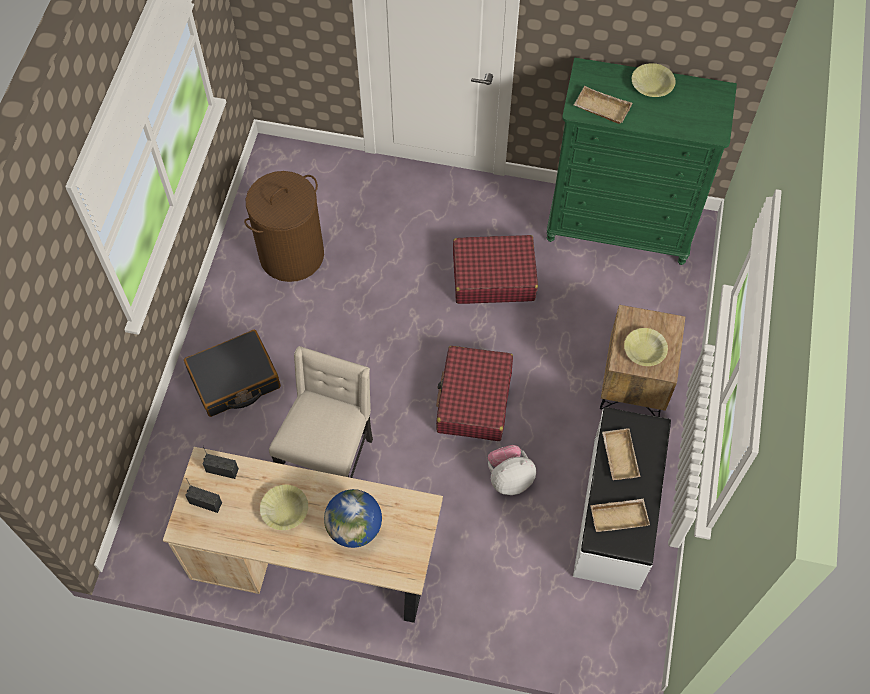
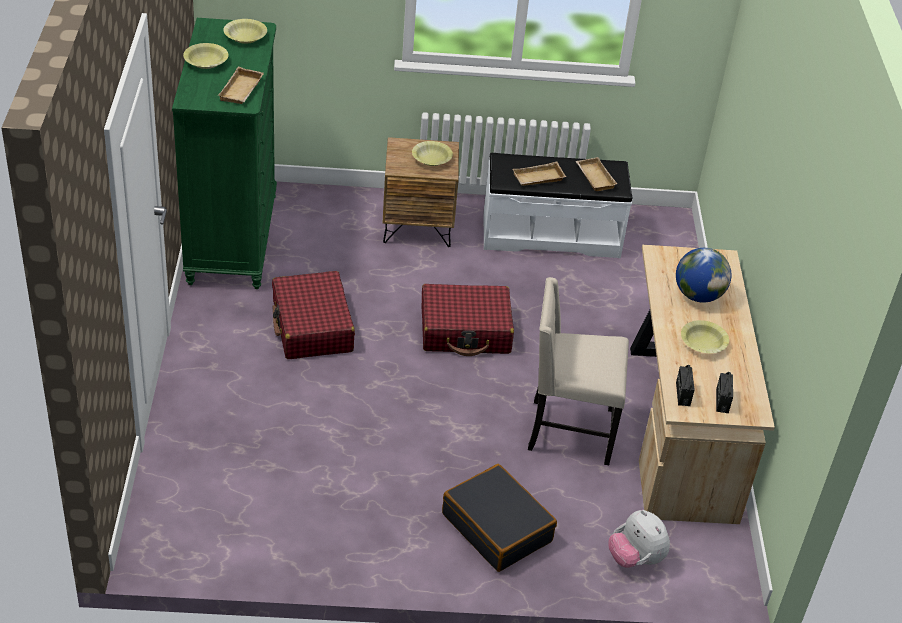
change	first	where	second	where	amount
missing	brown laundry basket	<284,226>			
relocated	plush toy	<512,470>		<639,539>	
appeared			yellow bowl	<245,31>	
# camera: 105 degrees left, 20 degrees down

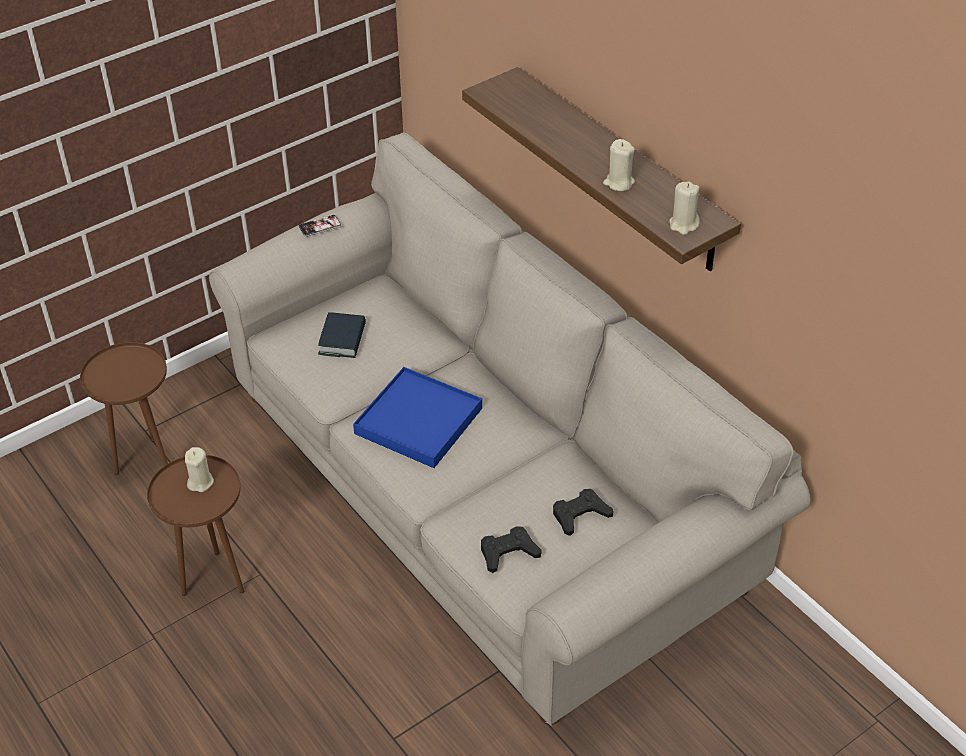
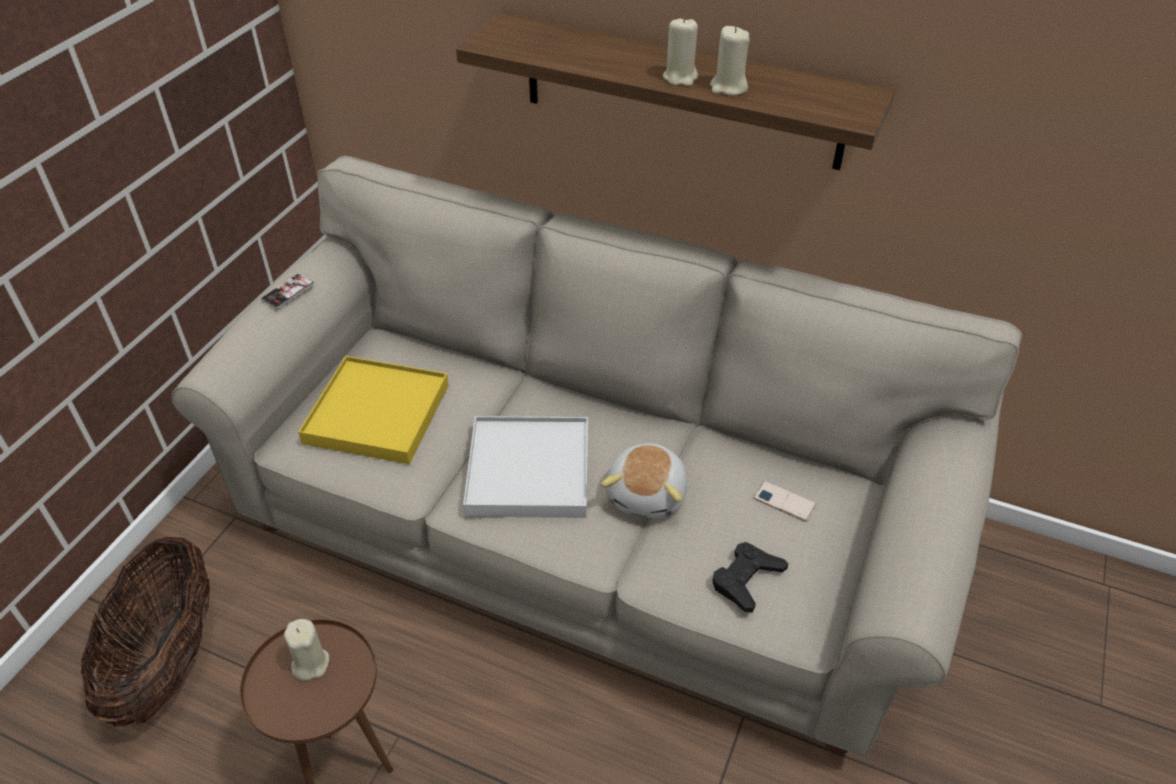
change	first	where	second	where	amount
exchanged	brown side table	<124,408>	basket	<145,631>	
exchanged	book	<342,335>	yellow tray	<373,410>	
colour	blue tray	<417,417>	white tray	<525,467>	
exchanged	black game controller	<583,512>	phone	<785,501>	
relocated	beige candle	<684,208>		<680,51>	
appeared			plush toy	<644,480>	
# camera: 30 degrees left, 0 degrees up

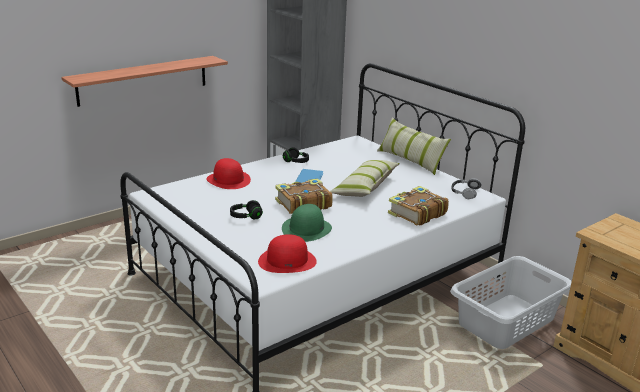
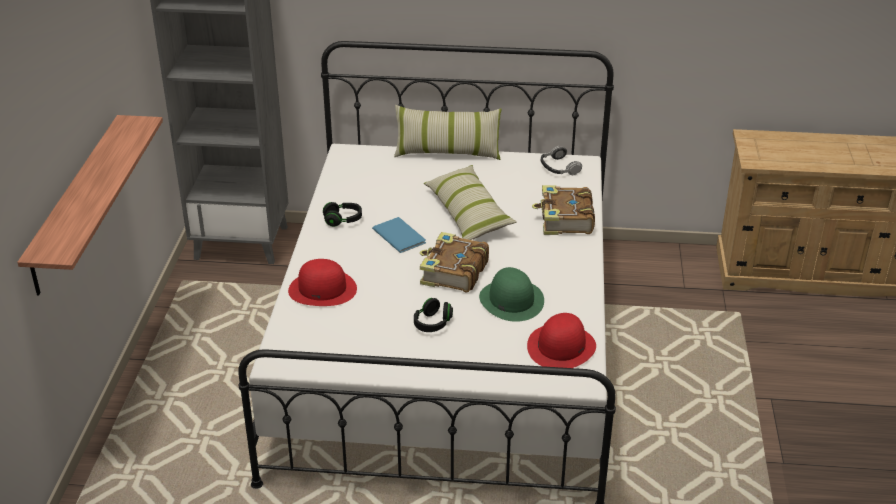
change	first	where	second	where	amount
missing	grey laundry basket	<511,302>			
# camera: 45 degrees left, 10 degrees up

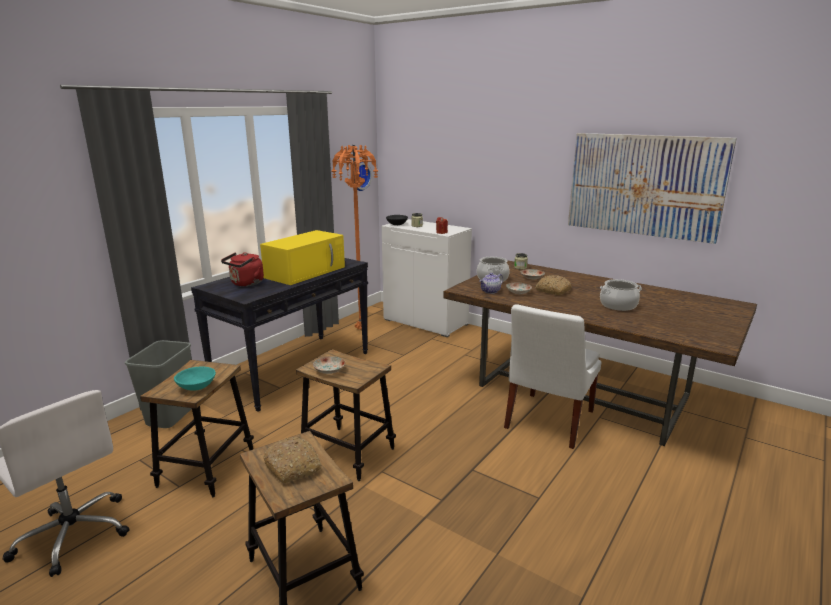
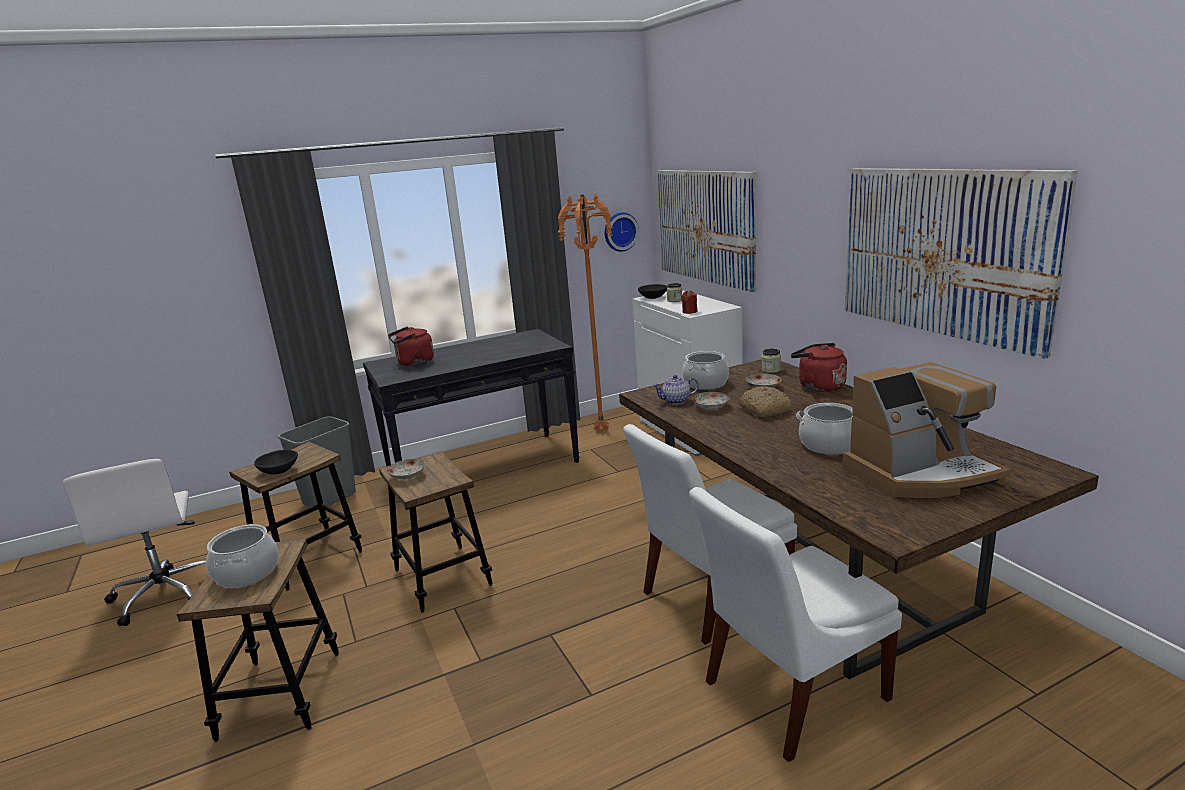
change	first	where	second	where	amount
colour	turquoise bowl	<195,379>	black bowl	<276,462>	
missing	yellow microwave	<302,257>			
exchanged	bread	<292,460>	cooking pot	<242,556>	
appeared			picture	<706,231>	
appeared			white chair	<795,624>	
appeared			red kettle	<819,367>	
appeared			coffee machine	<927,430>	
# camera: 30 degrees right, 0 degrees up

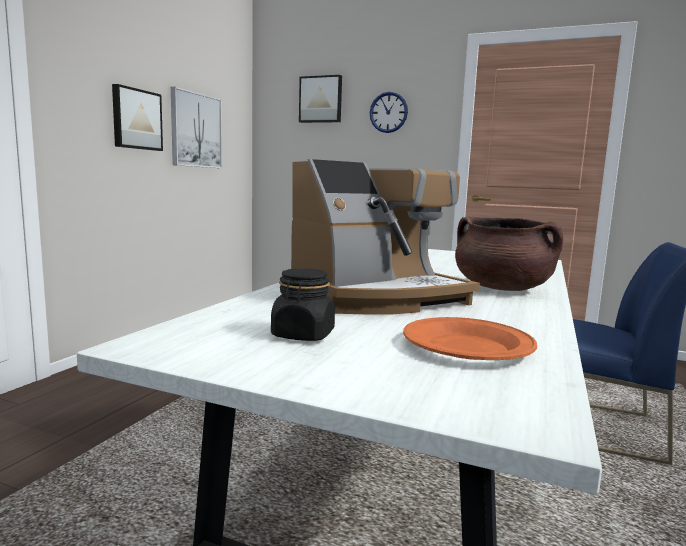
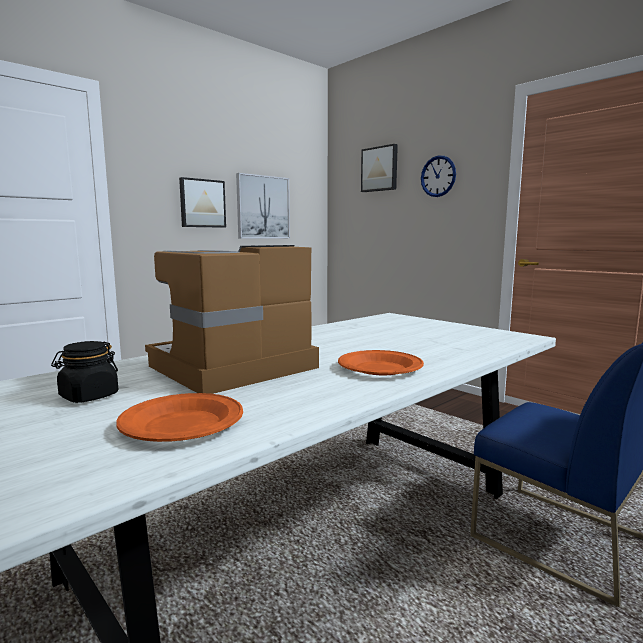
change	first	where	second	where	amount
spun	coffee machine	<381,236>		<232,319>	150 degrees clockwise
exchanged	brown cooking pot	<509,253>	orange plate	<381,362>	
# camera: 25 degrees right, 0 degrees up

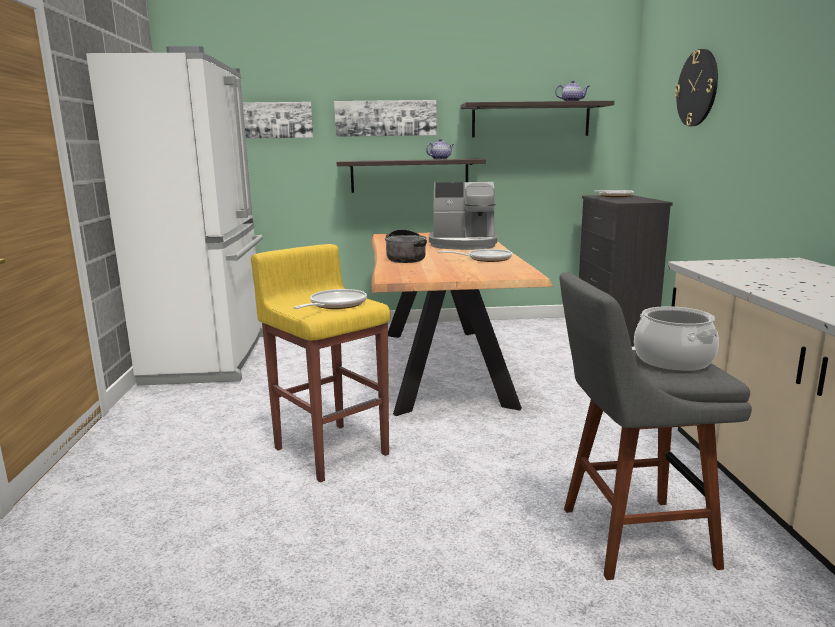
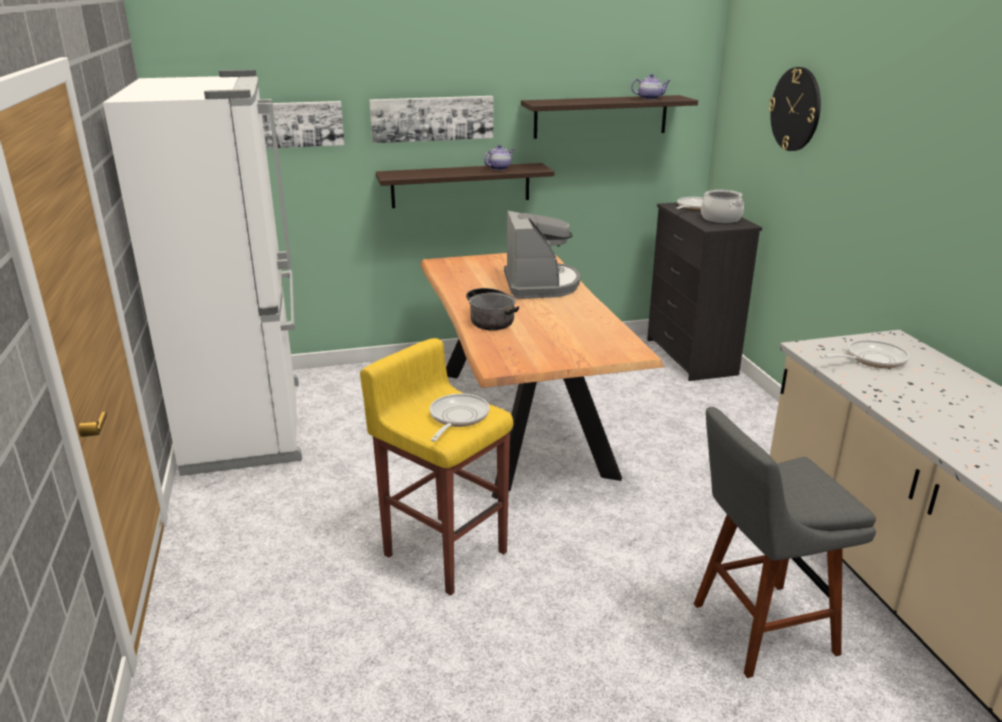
change	first	where	second	where	amount
spun	coffee machine	<463,216>		<542,255>	90 degrees counterclockwise
relocated	frying pan	<474,255>		<864,354>	
relocated	cooking pot	<676,338>		<722,206>	
# camera: 10 degrees left, 10 degrees up

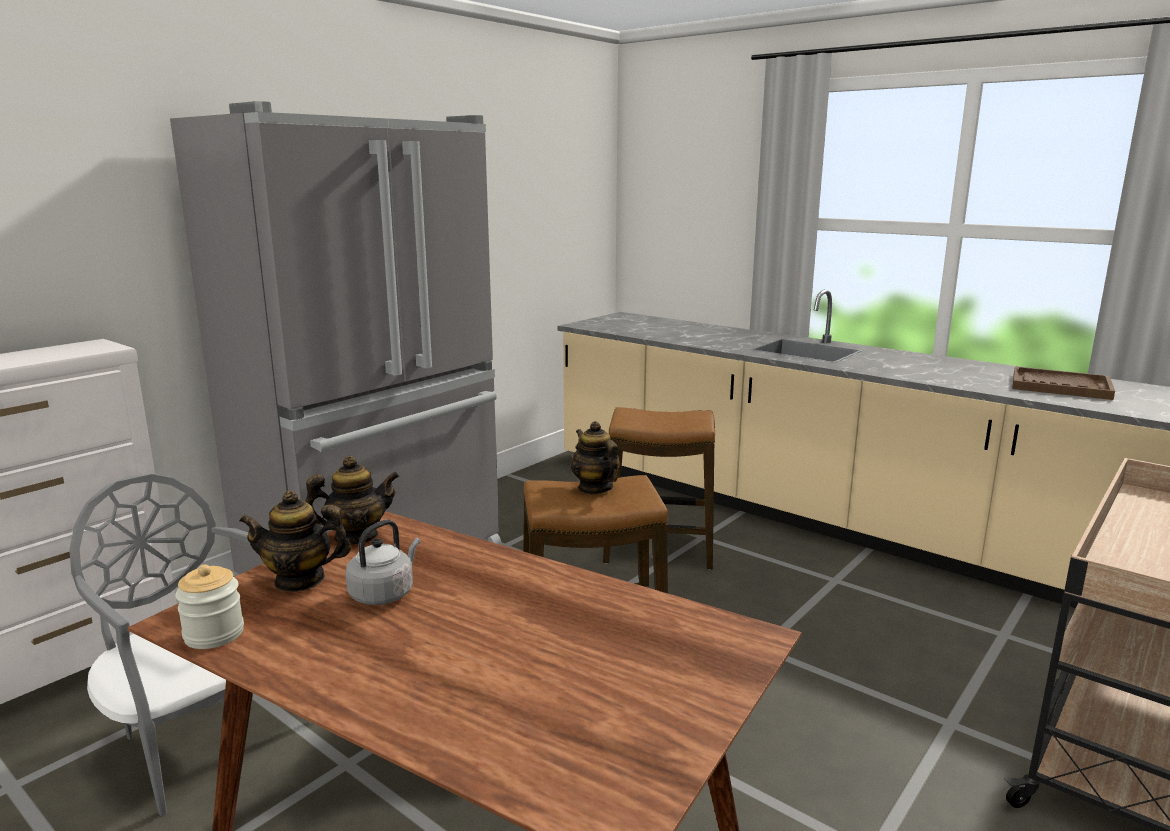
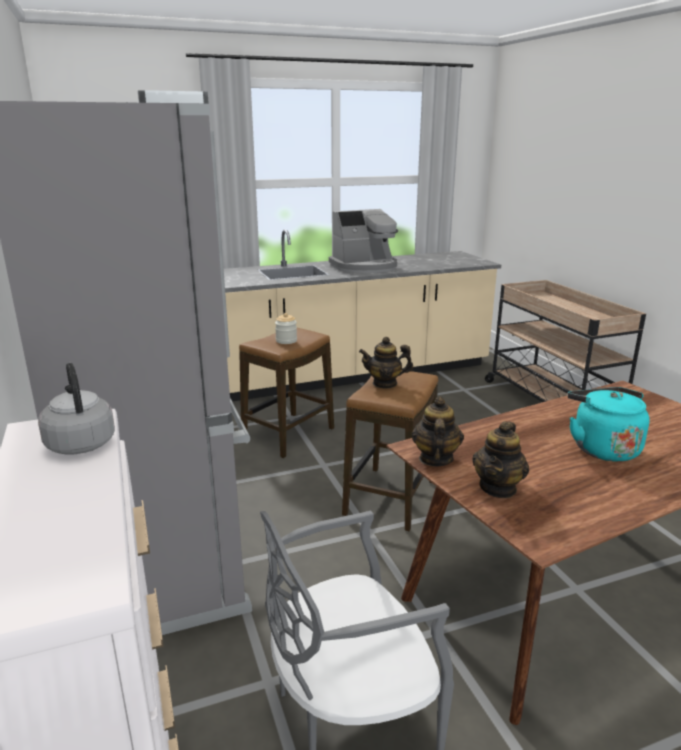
change	first	where	second	where	amount
relocated	jar	<209,606>		<286,328>	
relocated	grey kettle	<383,562>		<76,408>	
missing	brown tray	<1063,383>			
appeared			coffee machine	<363,241>	
appeared			turquoise kettle	<608,424>	
# camera: 60 degrees left, 5 degrees up

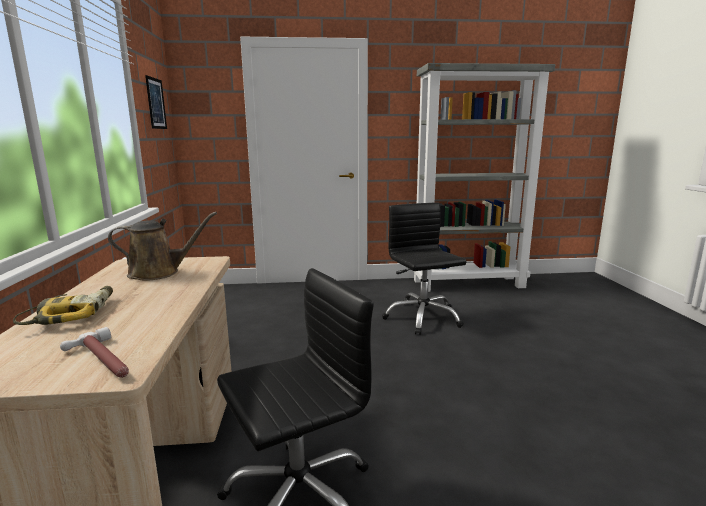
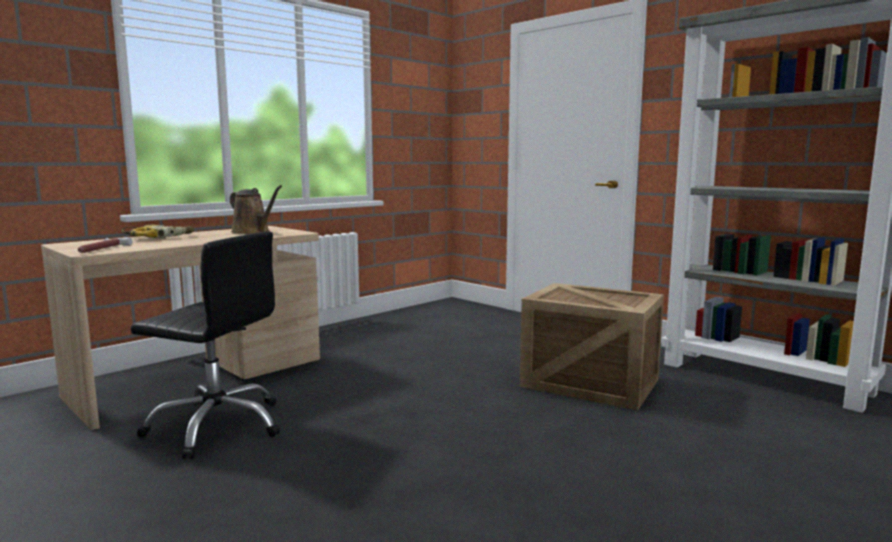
change	first	where	second	where	amount
missing	picture	<156,102>			
exchanged	black office chair	<424,268>	crate	<592,346>	
# camera: 50 degrees right, 5 degrees down

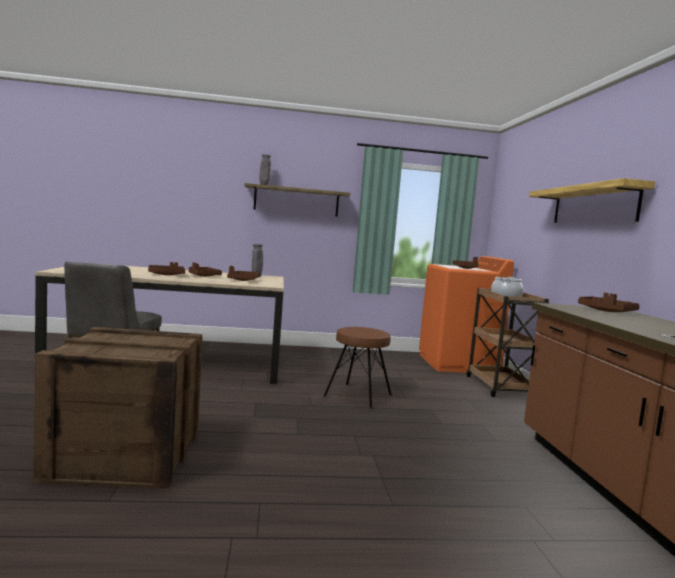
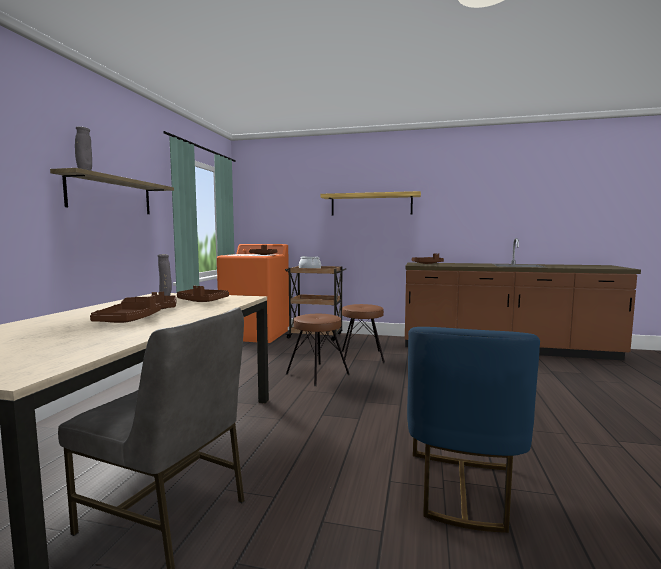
change	first	where	second	where	amount
exchanged	crate	<118,408>	blue chair	<473,430>	
appeared			brown stool	<363,333>	
# camera: 70 degrees left, 0 degrees up

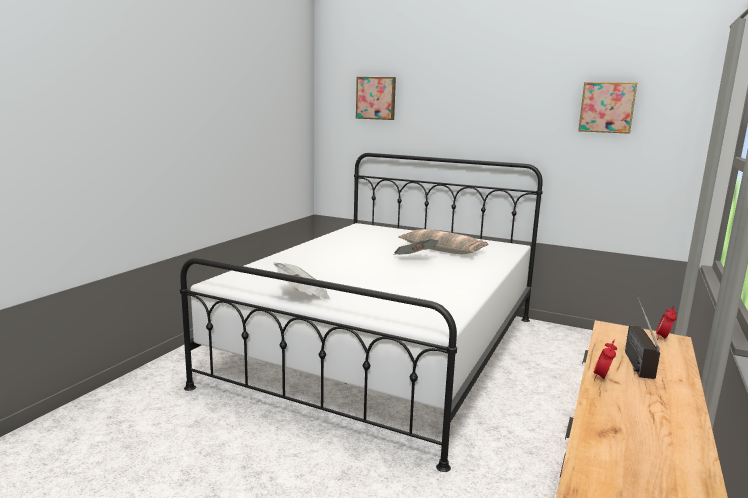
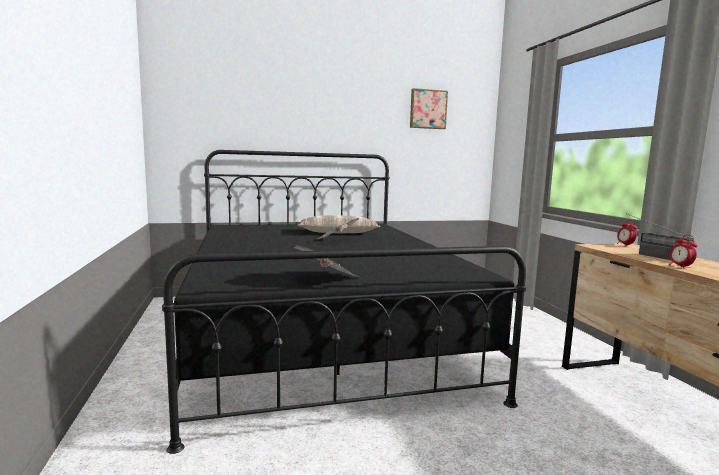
change	first	where	second	where	amount
colour	white bed	<361,312>	black bed	<344,302>	
missing	picture	<376,98>			
# camera: 40 degrees left, 5 degrees down

